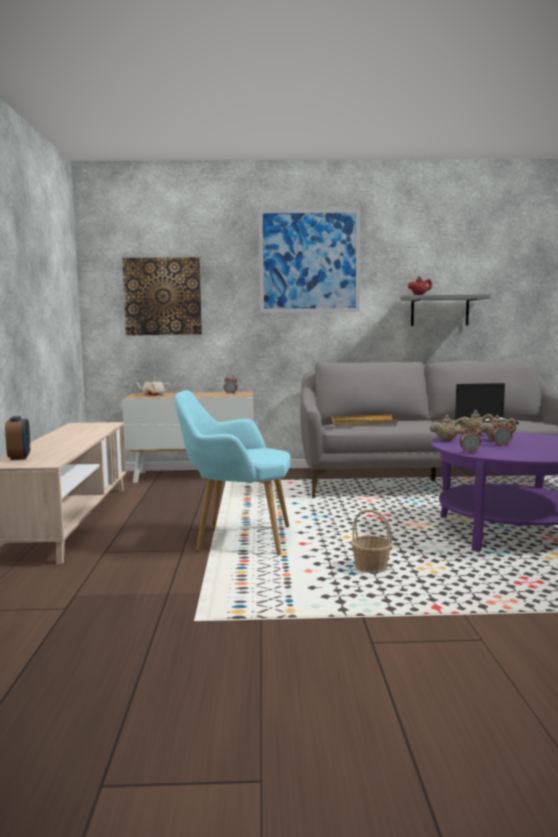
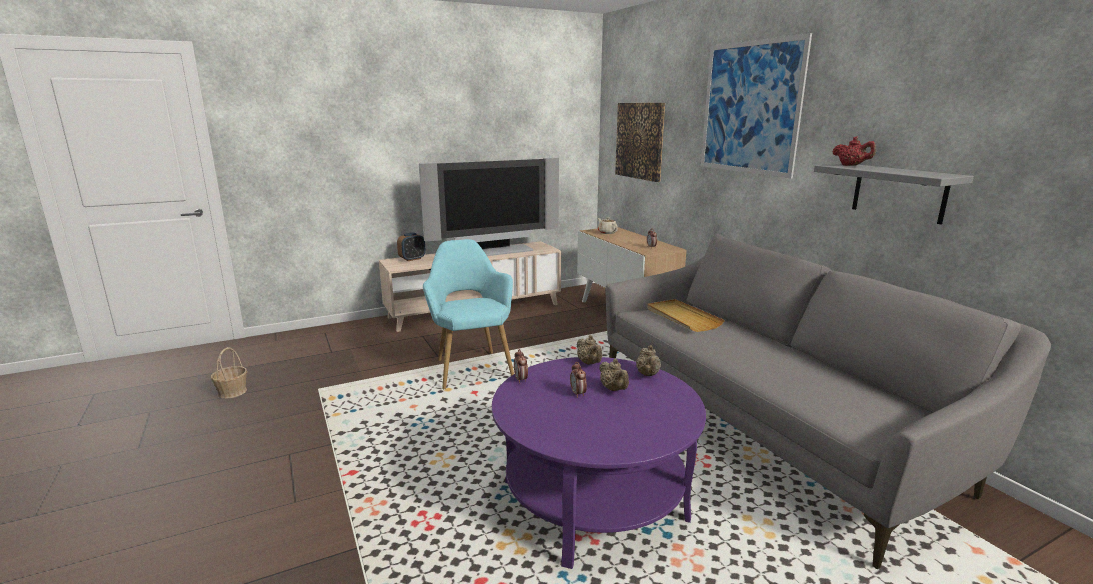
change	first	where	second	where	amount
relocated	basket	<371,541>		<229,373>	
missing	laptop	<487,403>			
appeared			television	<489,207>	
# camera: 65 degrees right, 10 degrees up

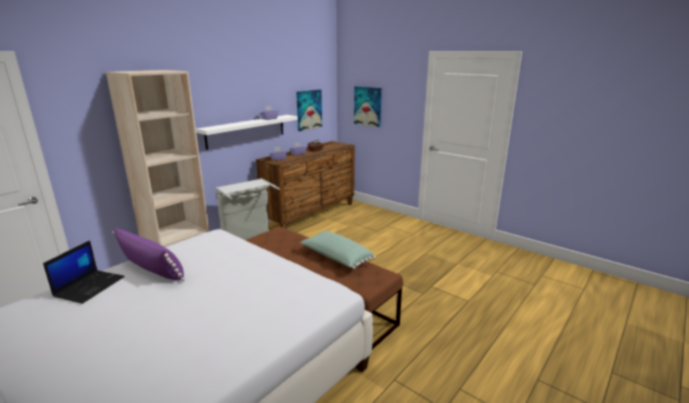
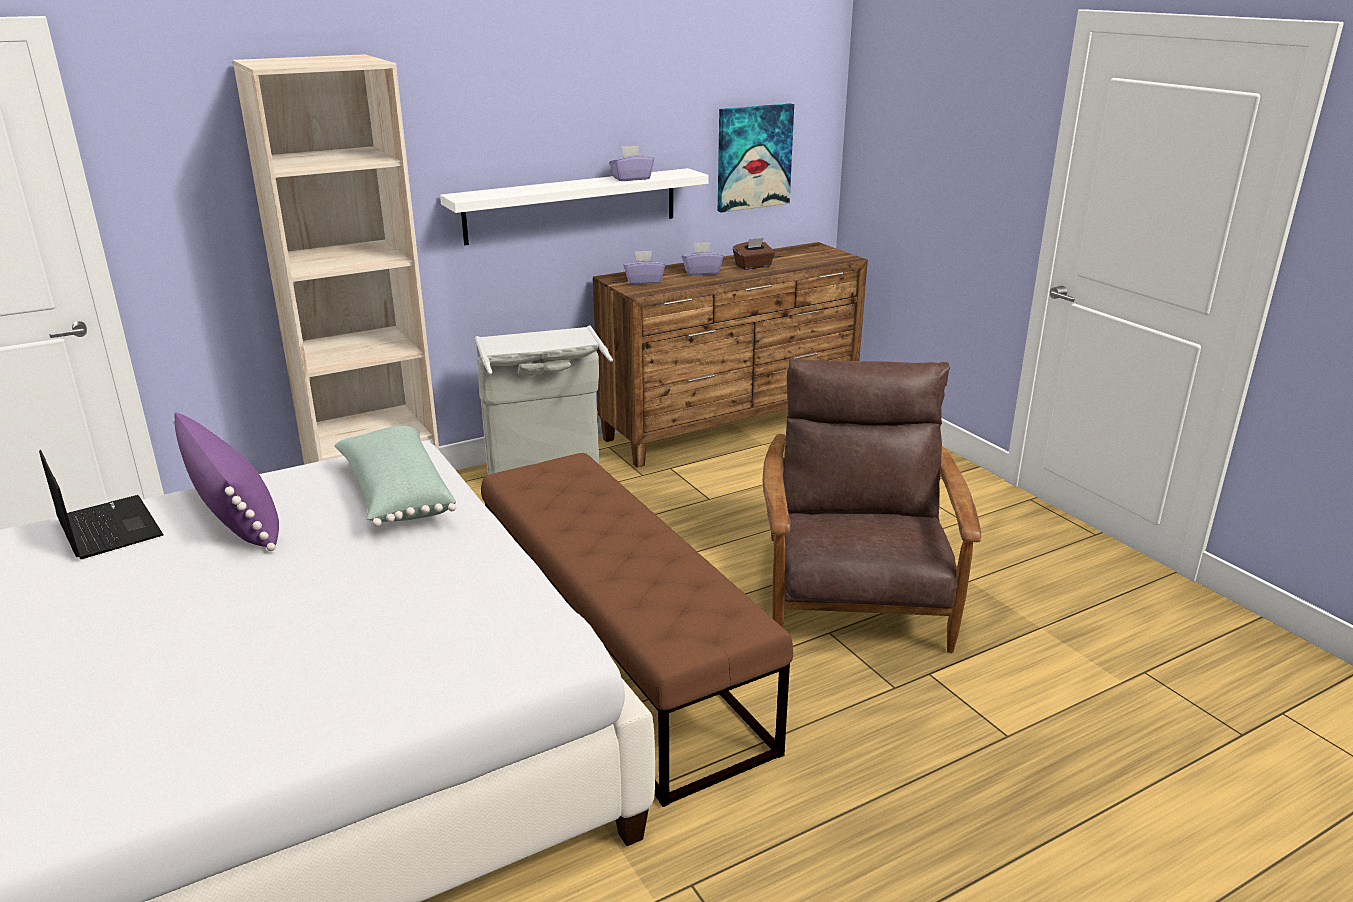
change	first	where	second	where	amount
spun	laptop	<84,272>		<101,504>	75 degrees counterclockwise
relocated	green pillow	<338,250>		<395,476>	
missing	picture	<368,106>			
appeared			brown armchair	<872,505>	
# camera: 20 degrees right, 5 degrees up

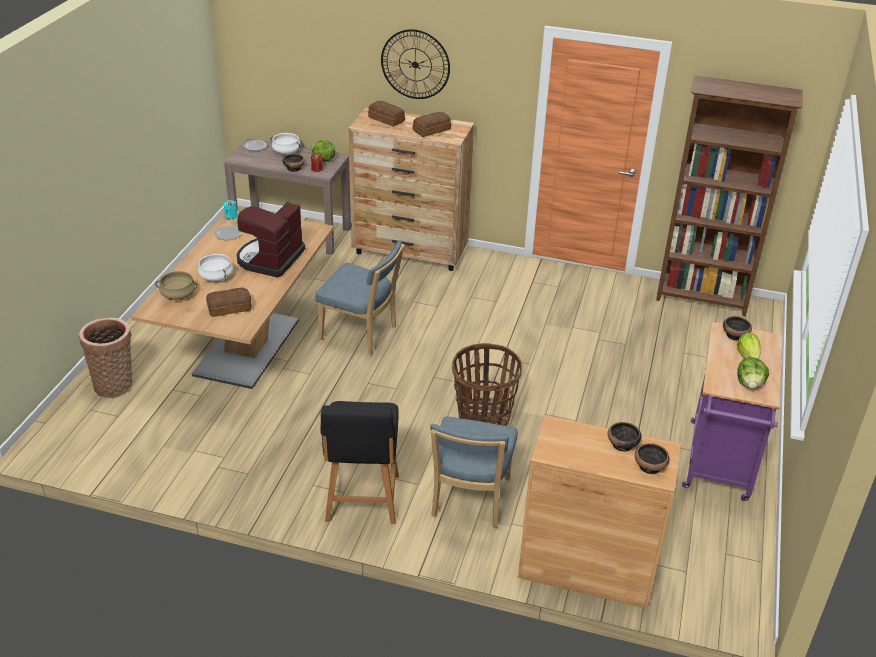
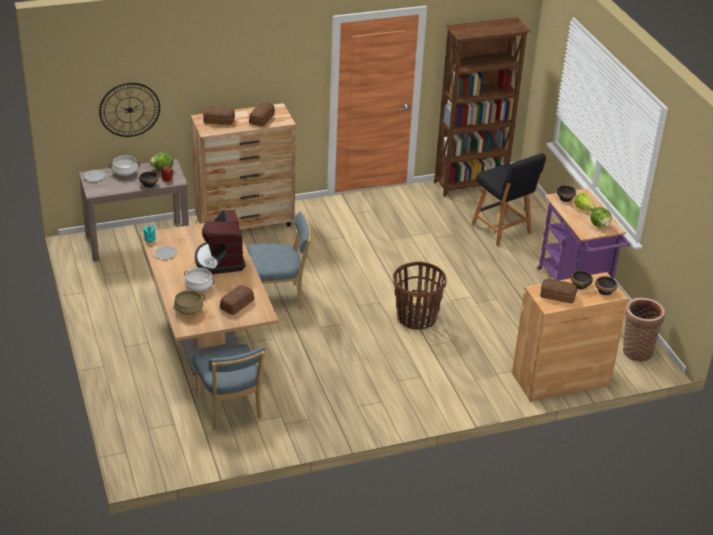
change	first	where	second	where	amount
relocated	basket	<106,358>		<644,330>	
relocated	black chair	<359,462>		<508,199>	
relocated	wall clock	<415,64>		<129,110>	
relocated	blue chair	<474,472>		<229,387>	
appeared			bread	<558,291>	
# camera: 35 degrees left, 0 degrees up

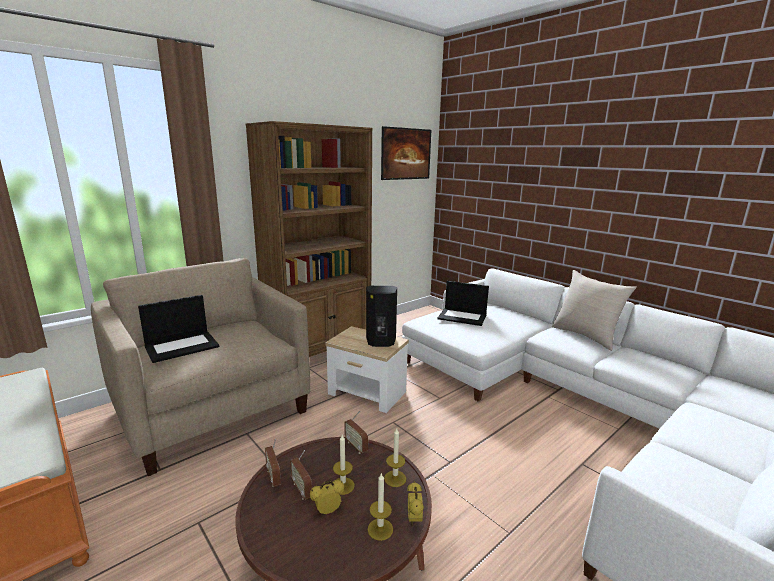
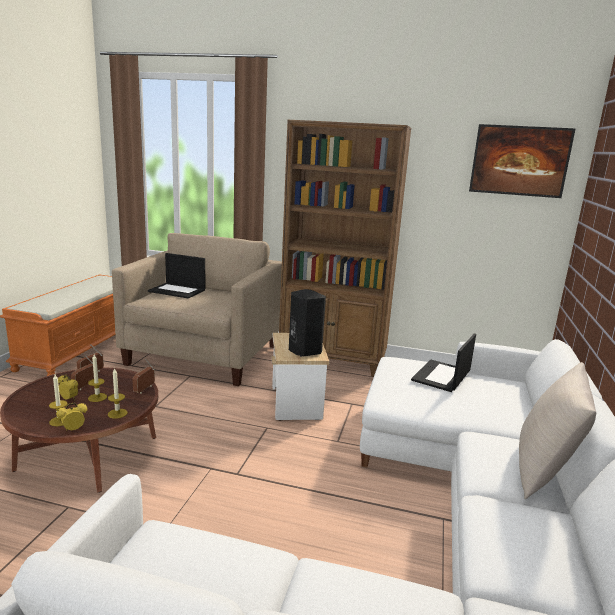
change	first	where	second	where	amount
spun	laptop	<463,303>		<443,362>	45 degrees clockwise
# camera: 55 degrees right, 0 degrees up

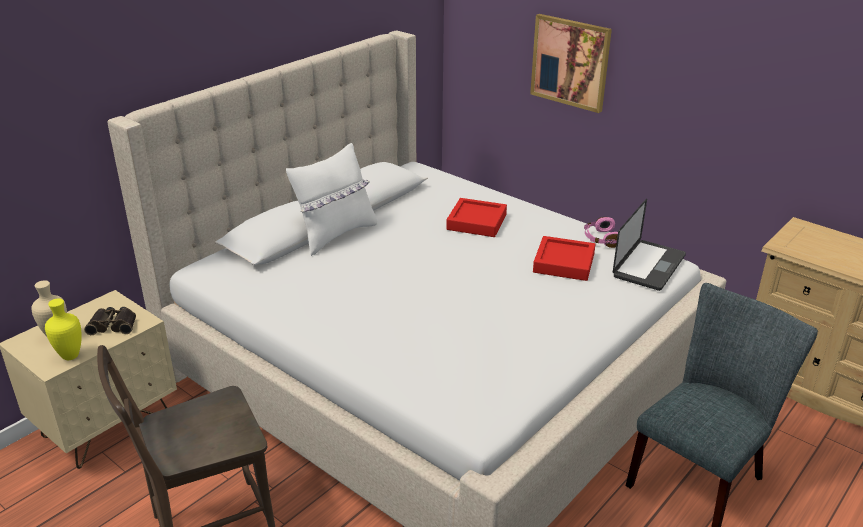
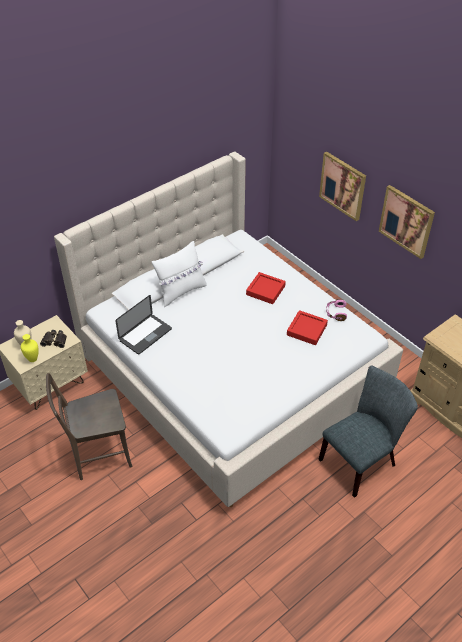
change	first	where	second	where	amount
relocated	laptop	<649,245>		<143,325>	
appeared			picture	<407,222>	
# camera: 10 degrees right, 15 degrees up

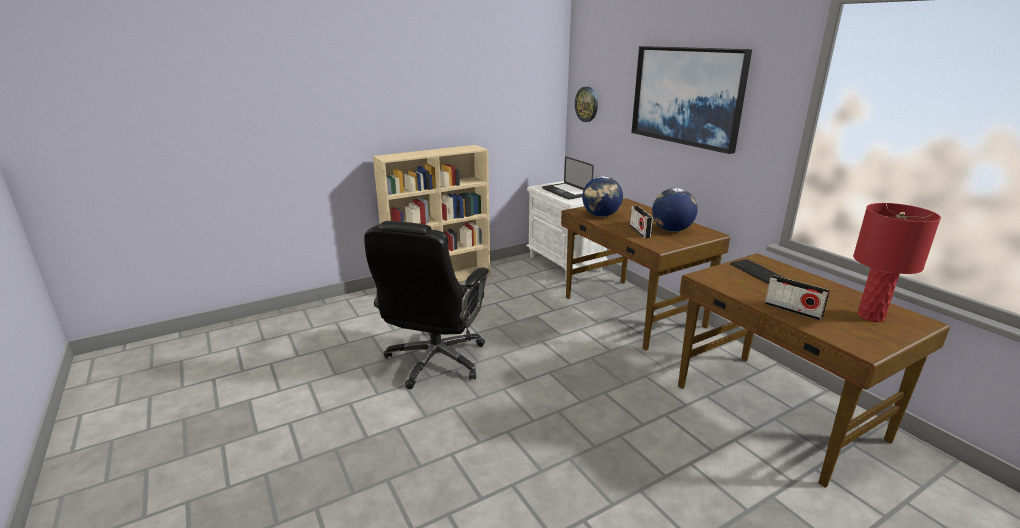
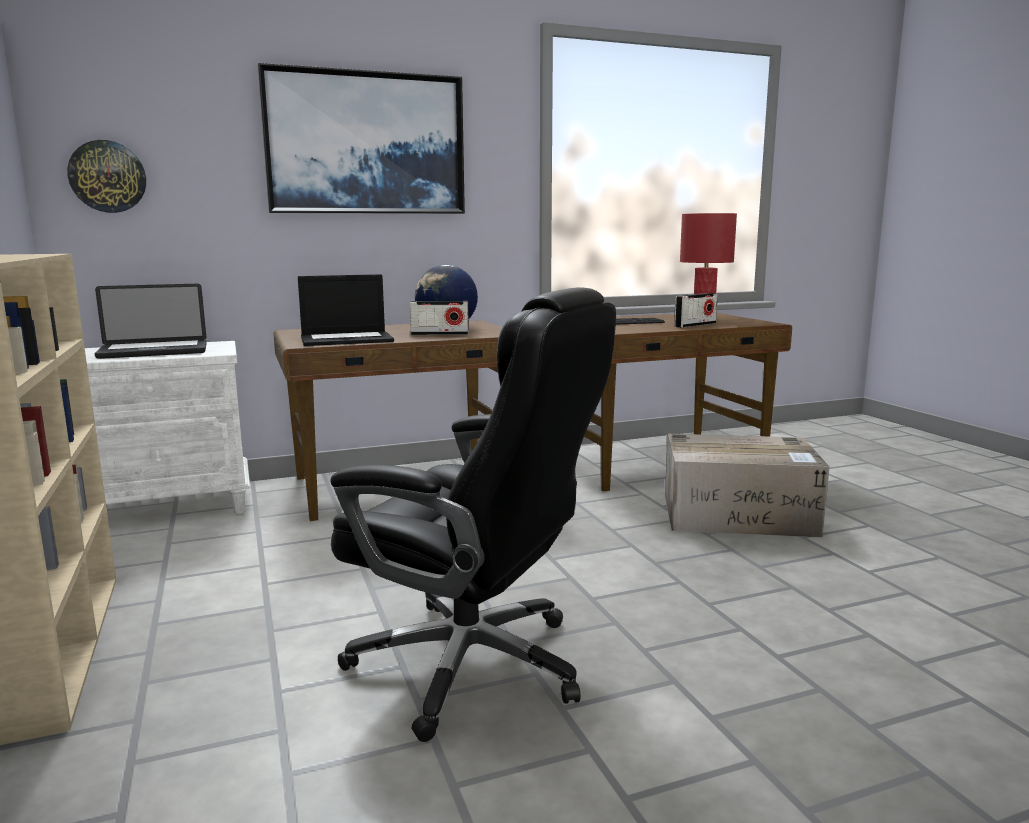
change	first	where	second	where	amount
exchanged	globe	<602,196>	laptop	<346,310>	
appeared			cardboard box	<747,486>	
# camera: 80 degrees left, 10 degrees down

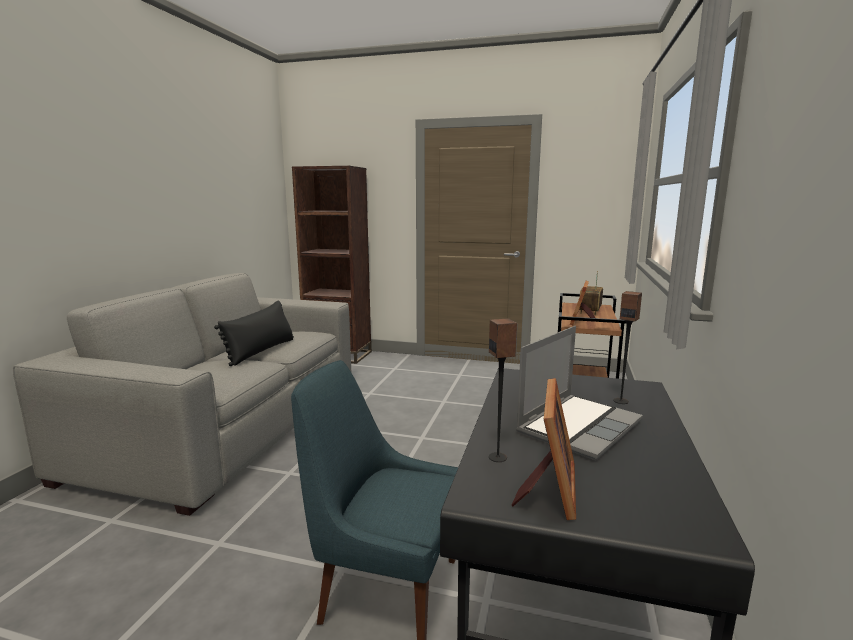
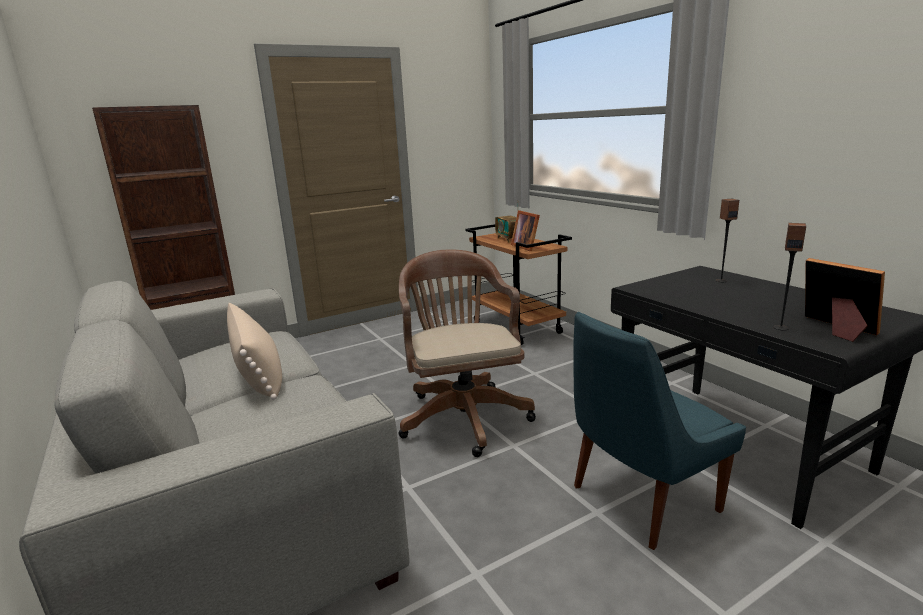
change	first	where	second	where	amount
colour	black pillow	<254,333>	beige pillow	<254,351>	
missing	laptop	<579,393>			
appeared			brown office chair	<467,353>	
# camera: 45 degrees left, 5 degrees up

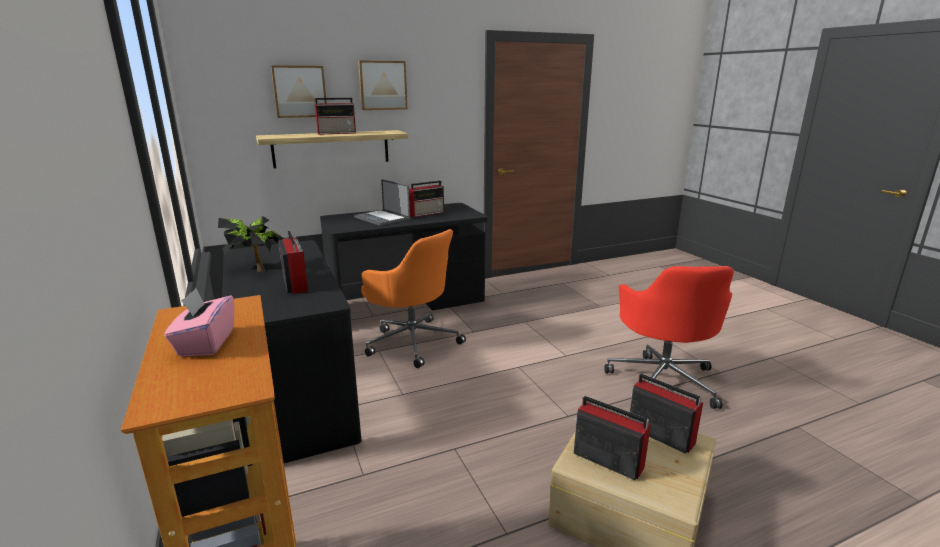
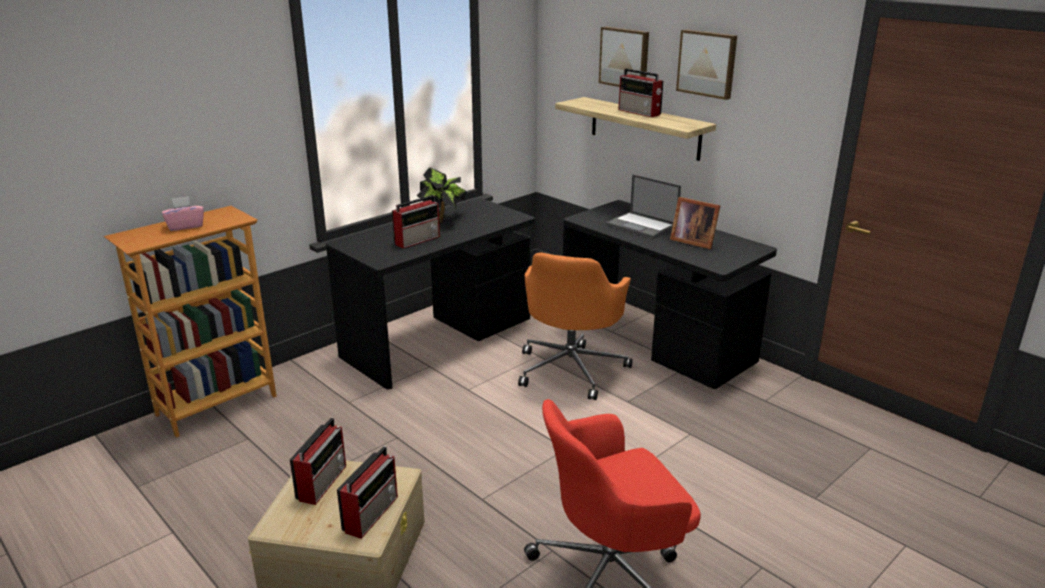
change	first	where	second	where	amount
spun	laptop	<382,202>		<643,207>	75 degrees counterclockwise
exchanged	radio	<426,199>	picture frame	<695,223>	
# camera: 70 degrees right, 5 degrees up

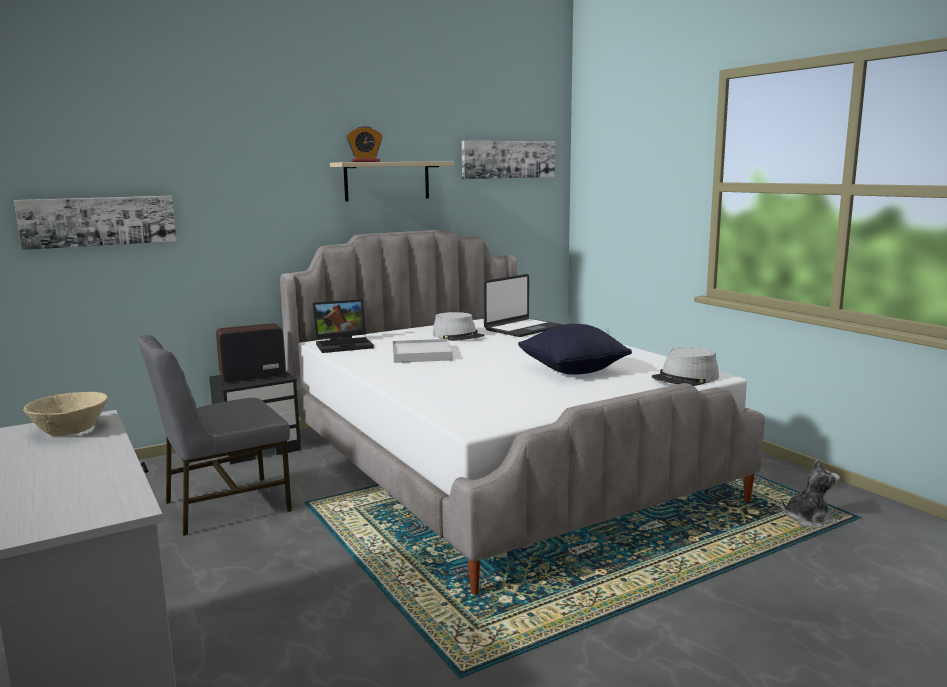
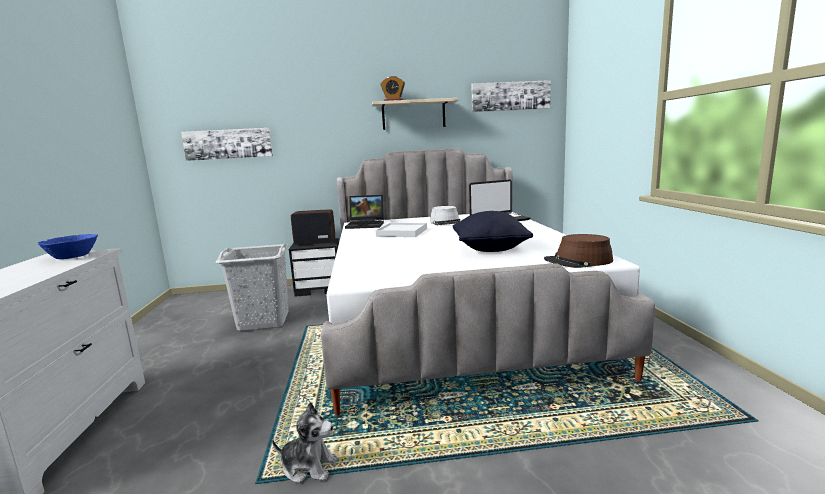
change	first	where	second	where	amount
colour	beige bowl	<65,414>	blue bowl	<68,246>	
exchanged	grey chair	<215,435>	grey laundry basket	<252,287>	
colour	grey hat	<685,366>	brown hat	<578,251>	
relocated	plush toy	<810,493>		<305,442>	
# camera: 25 degrees right, 0 degrees up

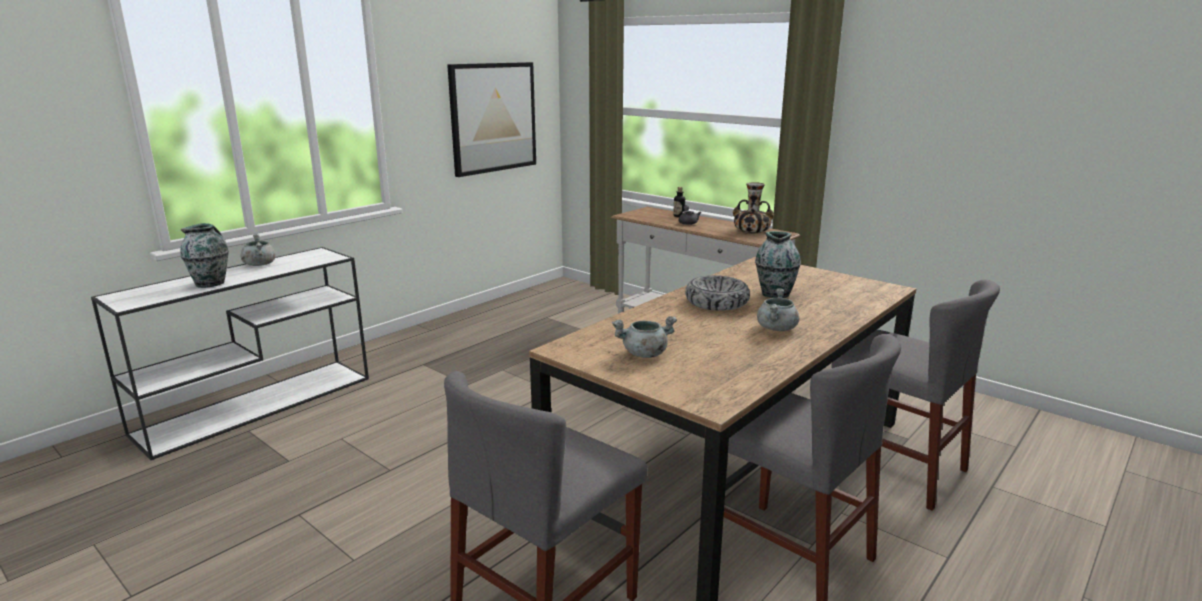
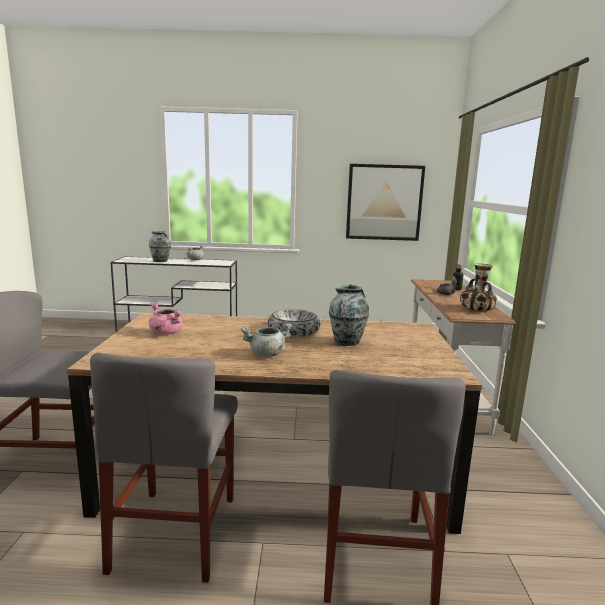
change	first	where	second	where	amount
colour	grey cooking pot	<644,337>	pink cooking pot	<166,319>	
# camera: 50 degrees right, 5 degrees down

